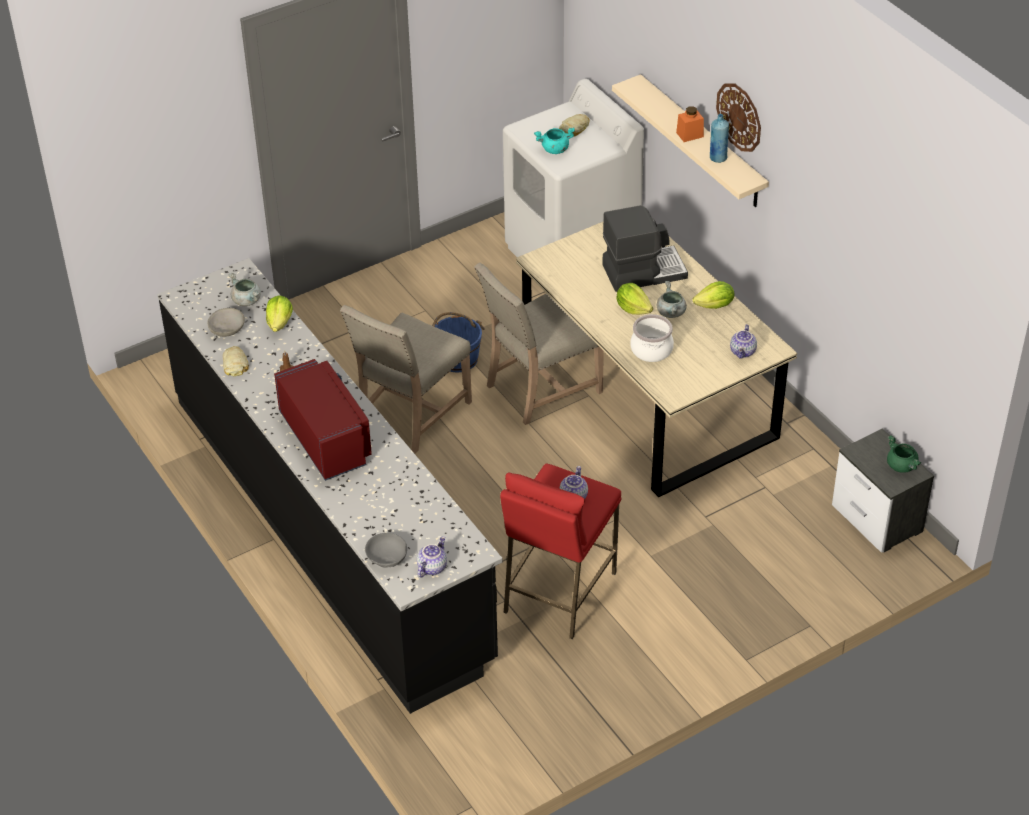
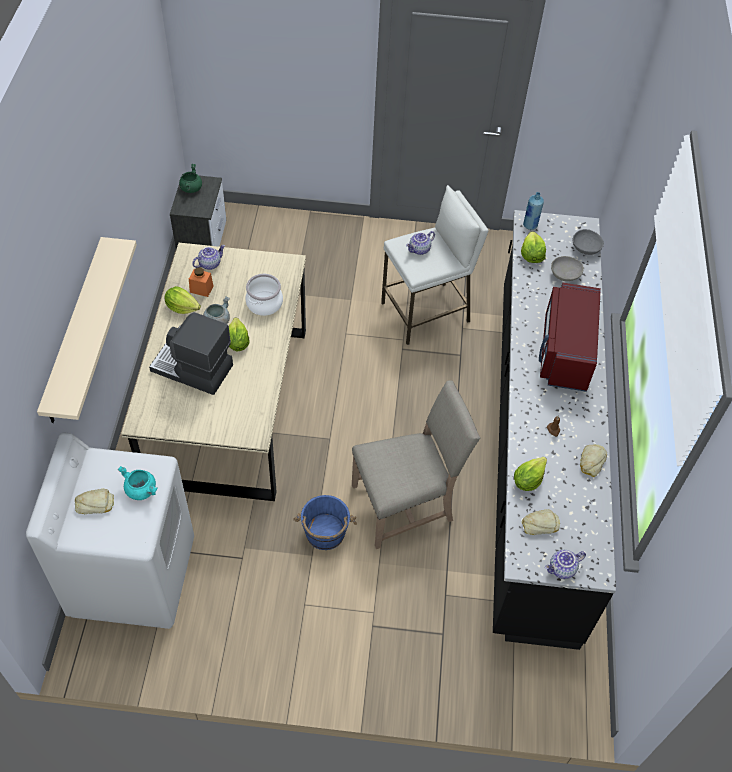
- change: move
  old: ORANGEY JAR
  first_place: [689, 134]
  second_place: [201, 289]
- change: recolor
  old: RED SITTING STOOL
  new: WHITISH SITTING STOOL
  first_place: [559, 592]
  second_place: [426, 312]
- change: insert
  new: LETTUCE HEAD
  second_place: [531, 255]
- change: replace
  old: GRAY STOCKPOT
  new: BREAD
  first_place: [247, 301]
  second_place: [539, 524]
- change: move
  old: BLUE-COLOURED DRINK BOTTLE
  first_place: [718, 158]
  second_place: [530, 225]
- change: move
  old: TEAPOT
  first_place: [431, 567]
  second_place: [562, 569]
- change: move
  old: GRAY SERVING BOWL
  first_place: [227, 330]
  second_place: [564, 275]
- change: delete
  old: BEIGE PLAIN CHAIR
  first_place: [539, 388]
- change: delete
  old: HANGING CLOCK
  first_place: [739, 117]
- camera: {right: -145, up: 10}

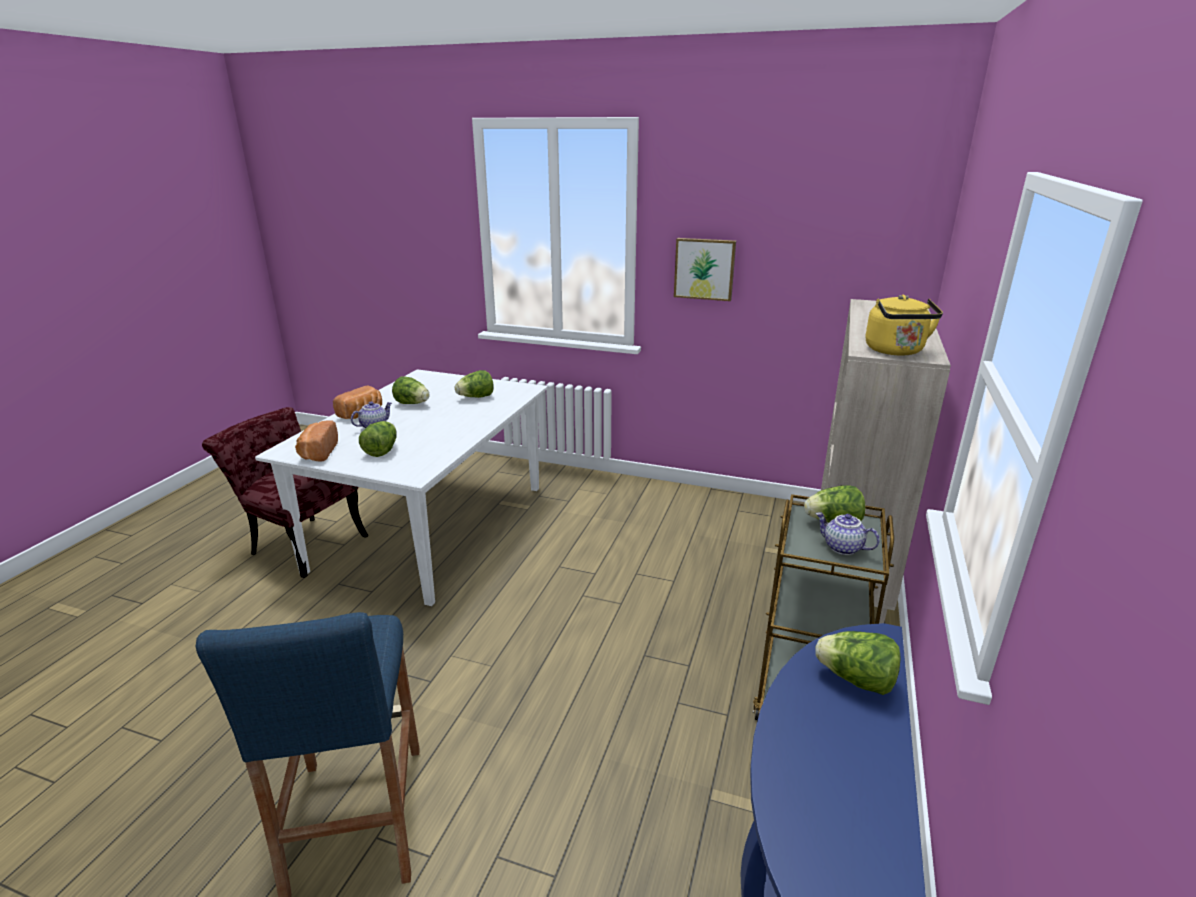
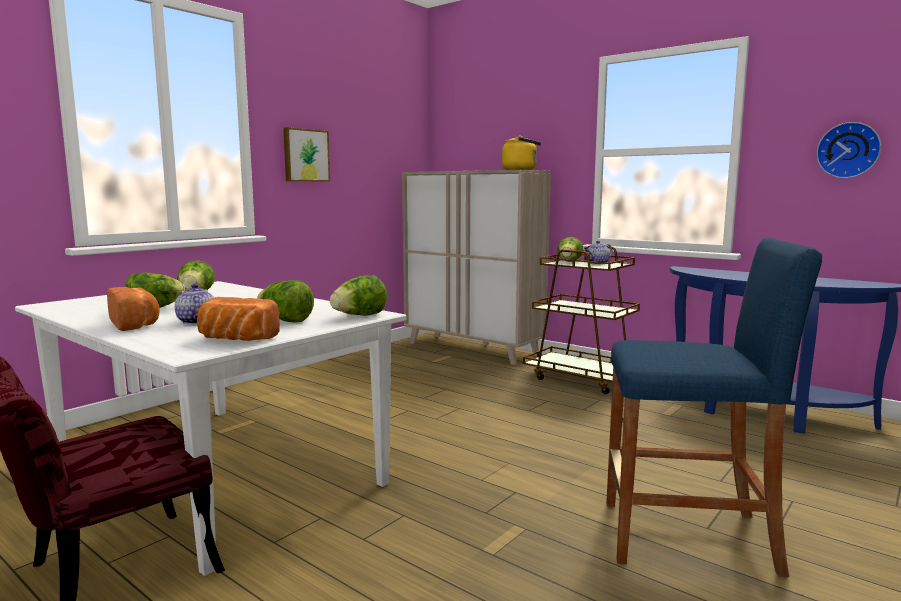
- change: move
  old: LETTUCE HEAD
  first_place: [856, 680]
  second_place: [359, 316]
- change: insert
  new: HANGING CLOCK
  second_place: [848, 150]
- camera: {right: -70, up: -15}

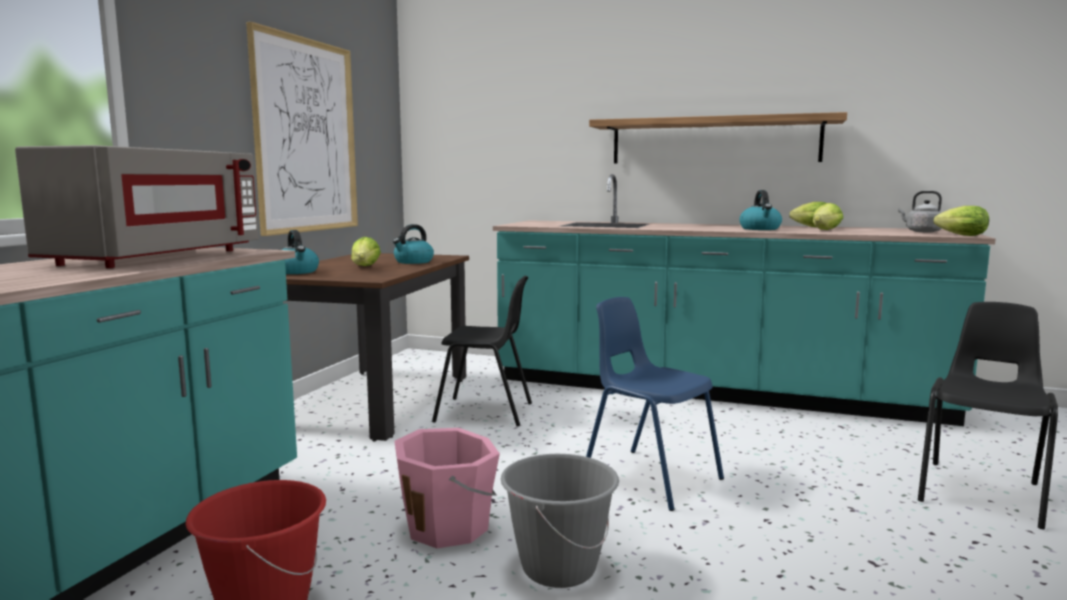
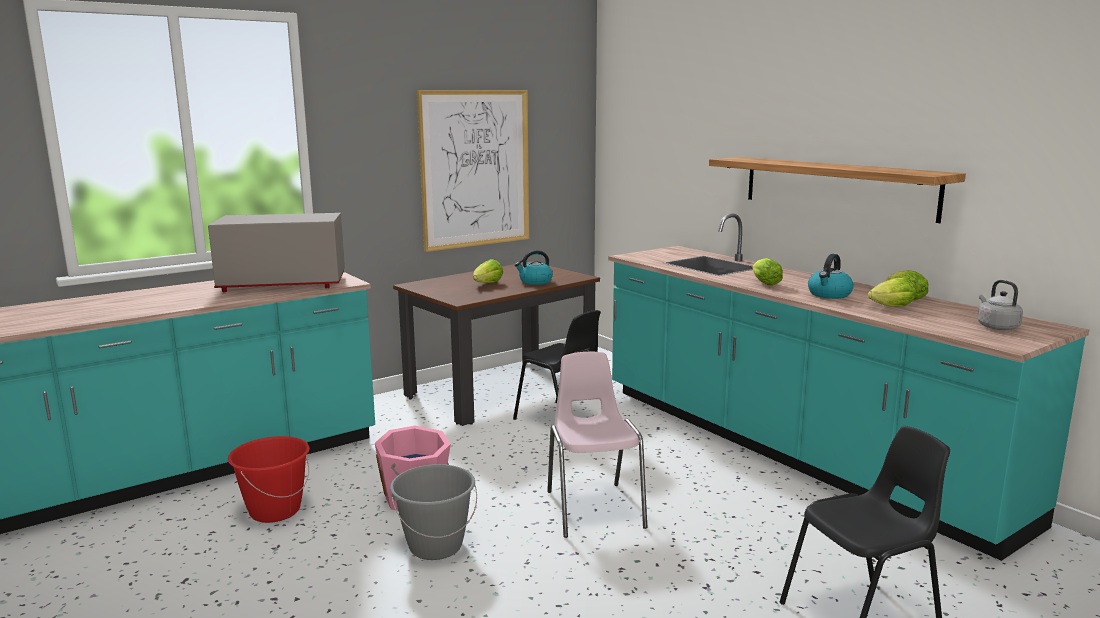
- change: rotate
  old: GRAY MICROWAVE OVEN
  first_place: [155, 258]
  second_place: [282, 284]
  degrees: -150
- change: recolor
  old: BLUE-COLOURED PLAIN CHAIR
  new: PINK-COLOURED PLAIN CHAIR
  first_place: [650, 477]
  second_place: [594, 508]
- change: move
  old: LETTUCE HEAD
  first_place: [958, 235]
  second_place: [764, 283]
- change: delete
  old: KETTLE
  first_place: [297, 272]
- camera: {right: 35, up: 5}

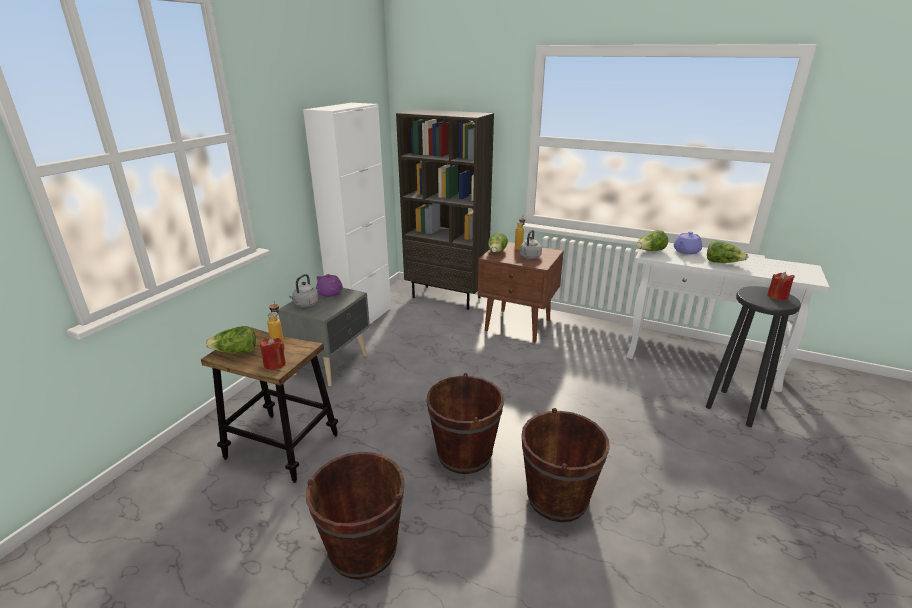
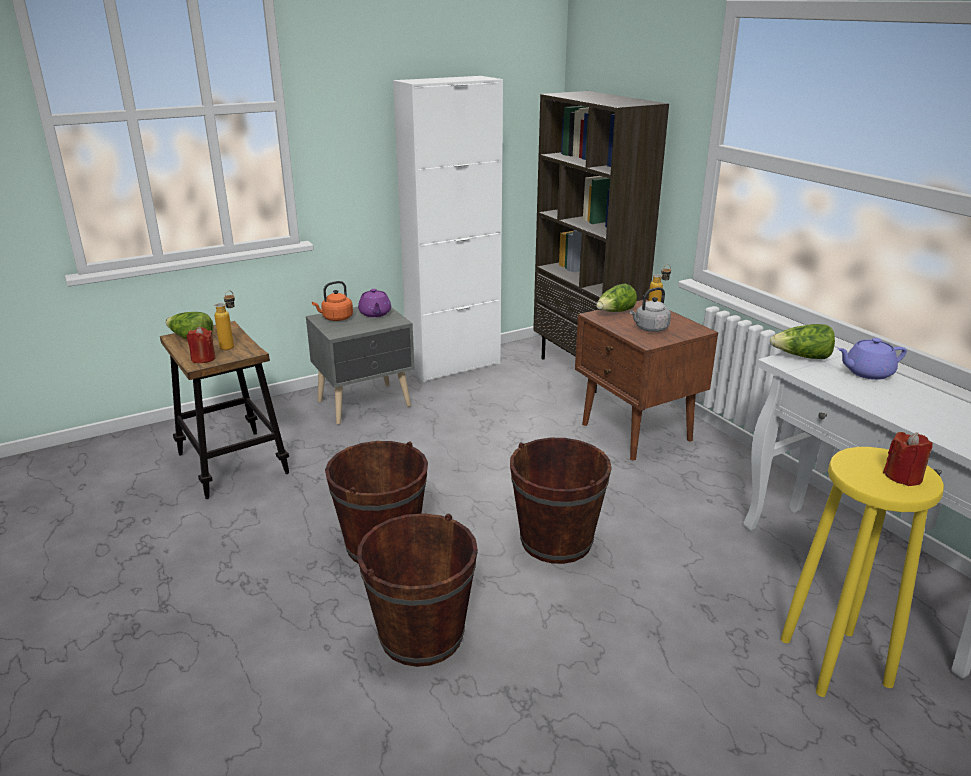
- change: recolor
  old: GRAY KETTLE
  new: ORANGEY KETTLE
  first_place: [305, 304]
  second_place: [336, 318]
- change: move
  old: BROWN BUCKET
  first_place: [363, 549]
  second_place: [556, 541]
- change: recolor
  old: BLACK SITTING STOOL
  new: YELLOW SITTING STOOL
  first_place: [734, 407]
  second_place: [834, 660]
- change: delete
  old: LETTUCE HEAD
  first_place: [722, 262]
- camera: {right: 35, up: 0}

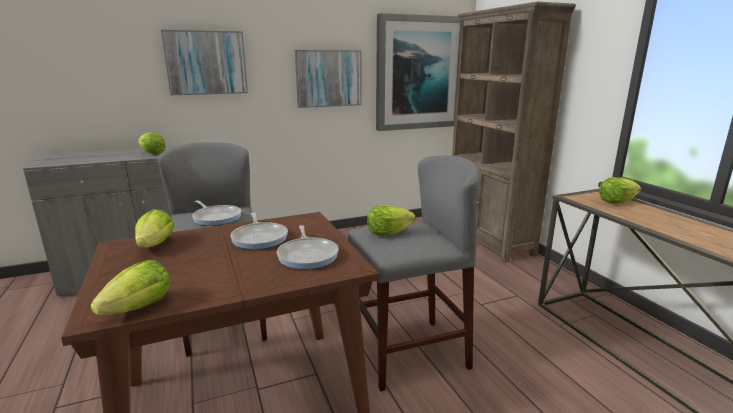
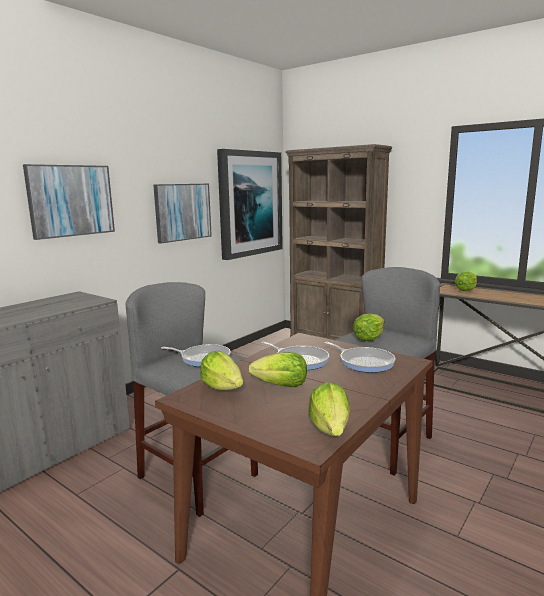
- change: move
  old: LETTUCE HEAD
  first_place: [152, 153]
  second_place: [281, 386]
- camera: {right: -30, up: -5}

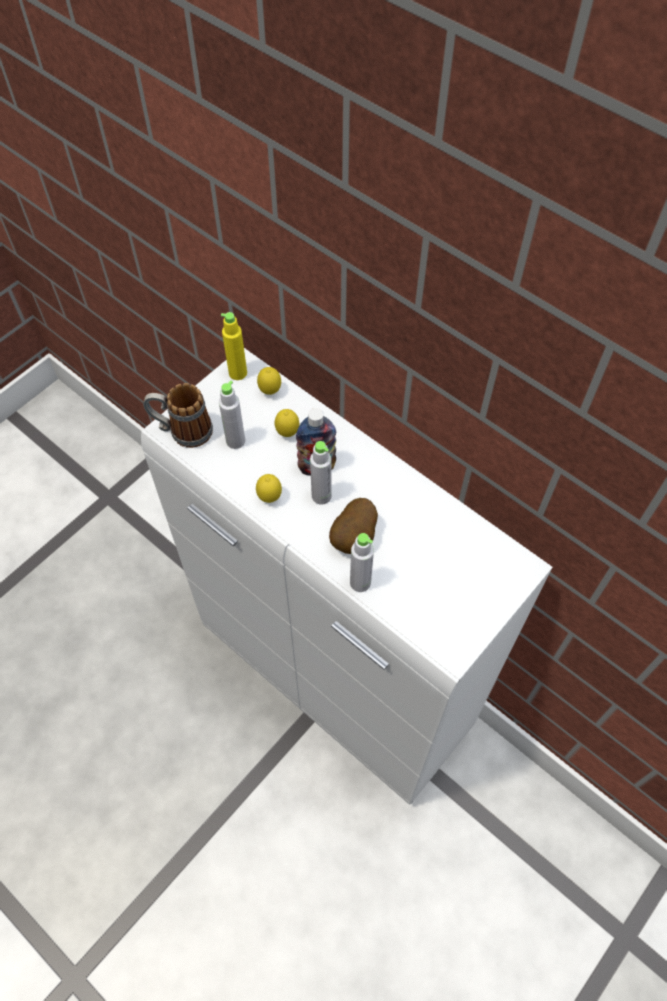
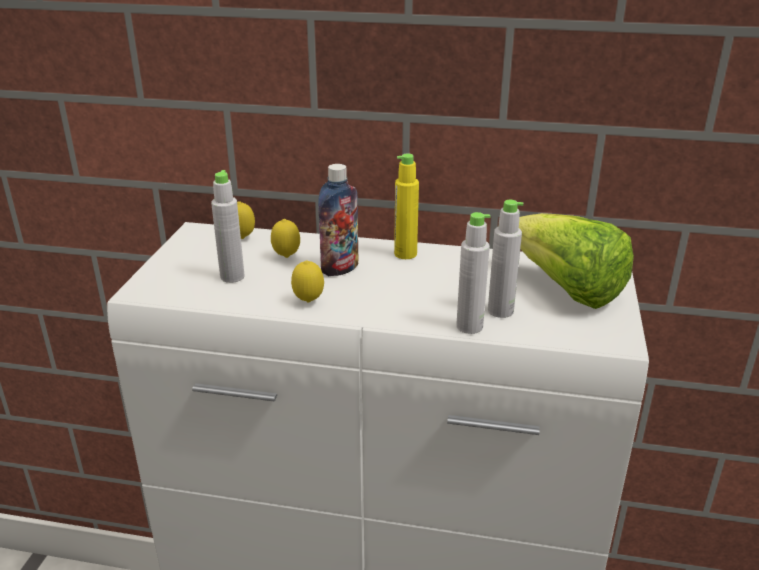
- change: move
  old: YELLOW DRINK BOTTLE
  first_place: [238, 373]
  second_place: [405, 254]
- change: move
  old: GRAY DRINK BOTTLE
  first_place: [321, 496]
  second_place: [500, 311]
- change: insert
  new: LETTUCE HEAD
  second_place: [565, 290]
- change: delete
  old: TEA MUG
  first_place: [182, 431]
- change: delete
  old: SPUD
  first_place: [354, 538]
- camera: {right: -30, up: -30}

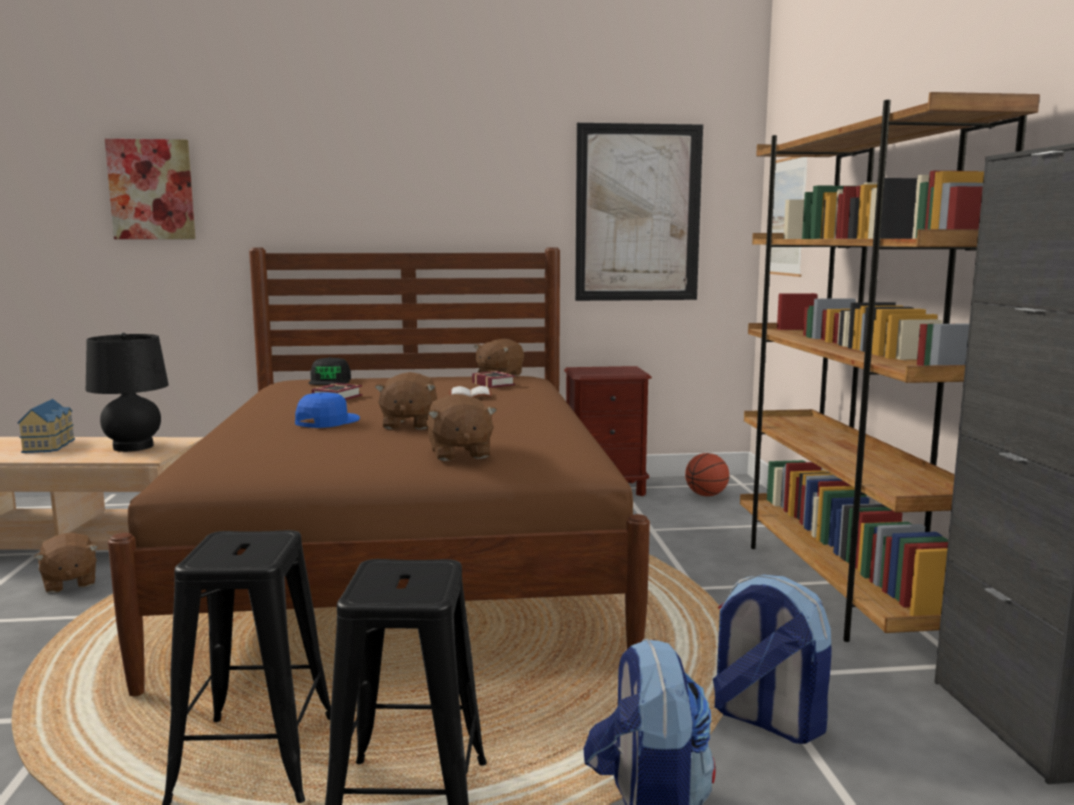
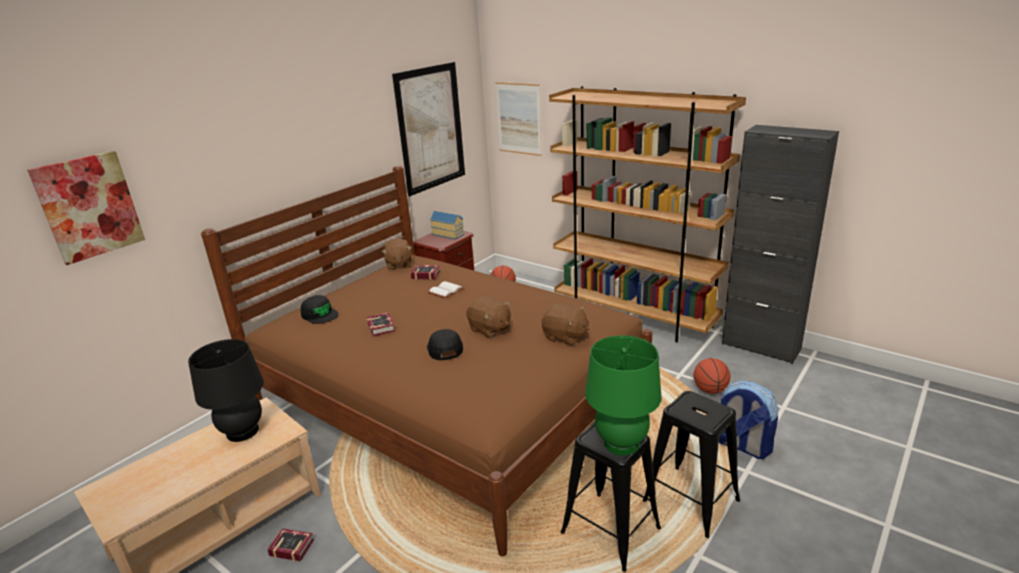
- change: replace
  old: BROWN CUDDLY TOY
  new: VOLUME
  first_place: [69, 583]
  second_place: [291, 546]
- change: recolor
  old: BLUE-COLOURED PEAKED CAP
  new: BLACK PEAKED CAP
  first_place: [327, 421]
  second_place: [444, 349]
- change: move
  old: MODEL HOUSE
  first_place: [51, 445]
  second_place: [448, 234]
- change: insert
  new: GREEN-COLOURED LAMP FOR A TABLE
  second_place: [621, 443]
- change: replace
  old: RUCKSACK
  new: BASKETBALL
  first_place: [765, 720]
  second_place: [710, 390]
- camera: {right: -45, up: 15}

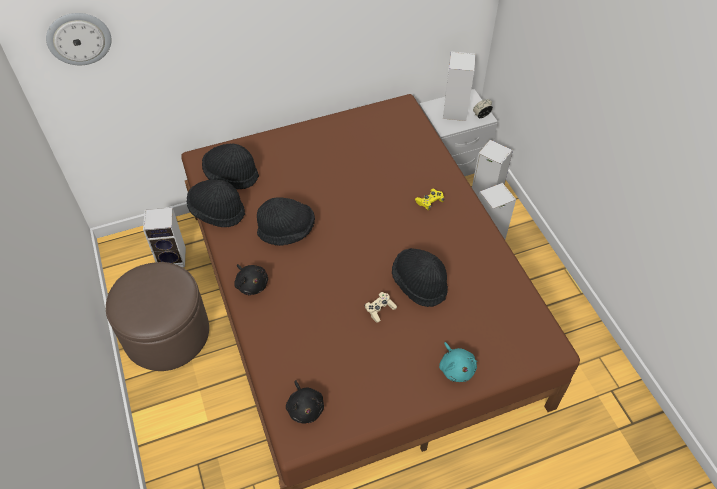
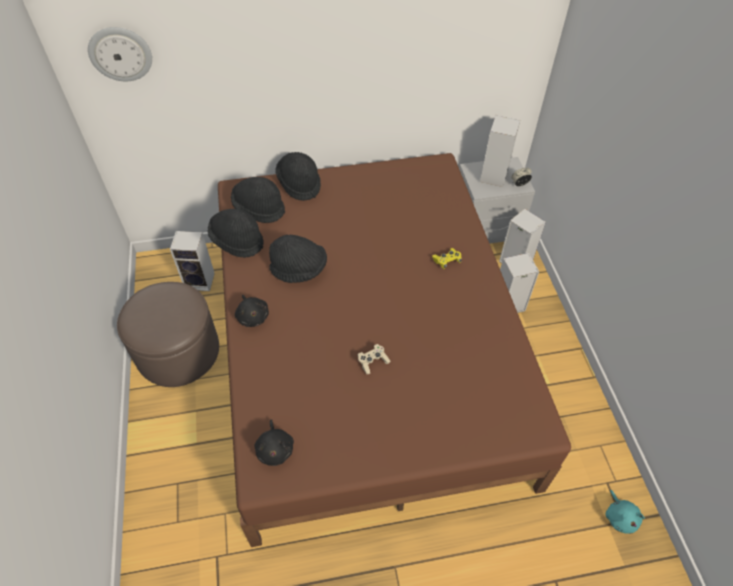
- change: move
  old: BLACK HAT
  first_place: [419, 284]
  second_place: [299, 184]
- change: move
  old: BLUE-GREEN CUDDLY TOY
  first_place: [456, 368]
  second_place: [620, 517]
- camera: {right: 10, up: 0}

